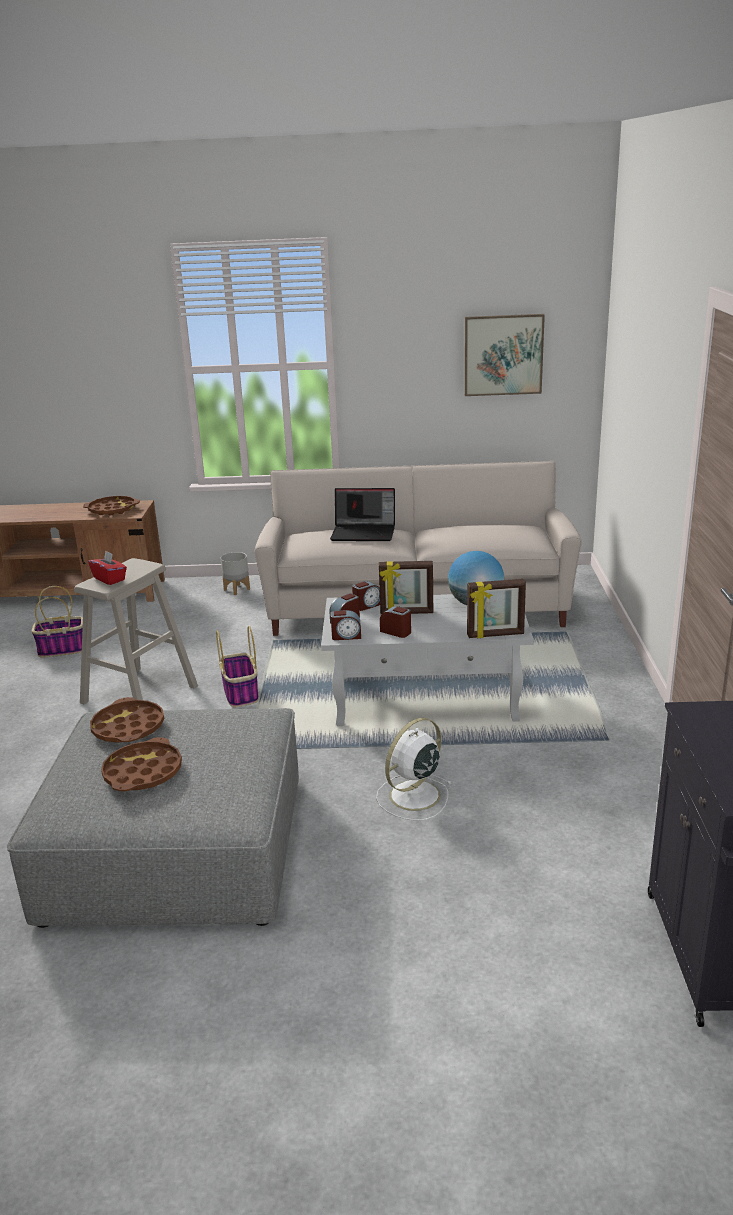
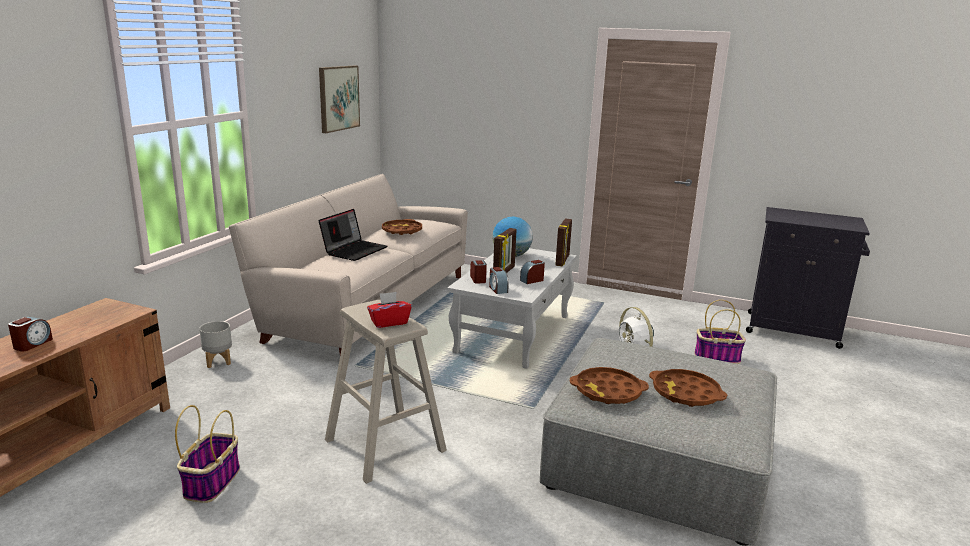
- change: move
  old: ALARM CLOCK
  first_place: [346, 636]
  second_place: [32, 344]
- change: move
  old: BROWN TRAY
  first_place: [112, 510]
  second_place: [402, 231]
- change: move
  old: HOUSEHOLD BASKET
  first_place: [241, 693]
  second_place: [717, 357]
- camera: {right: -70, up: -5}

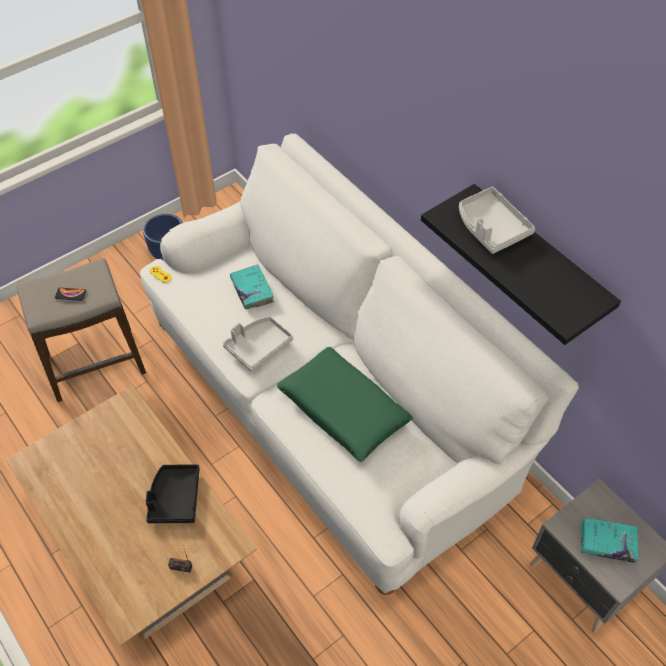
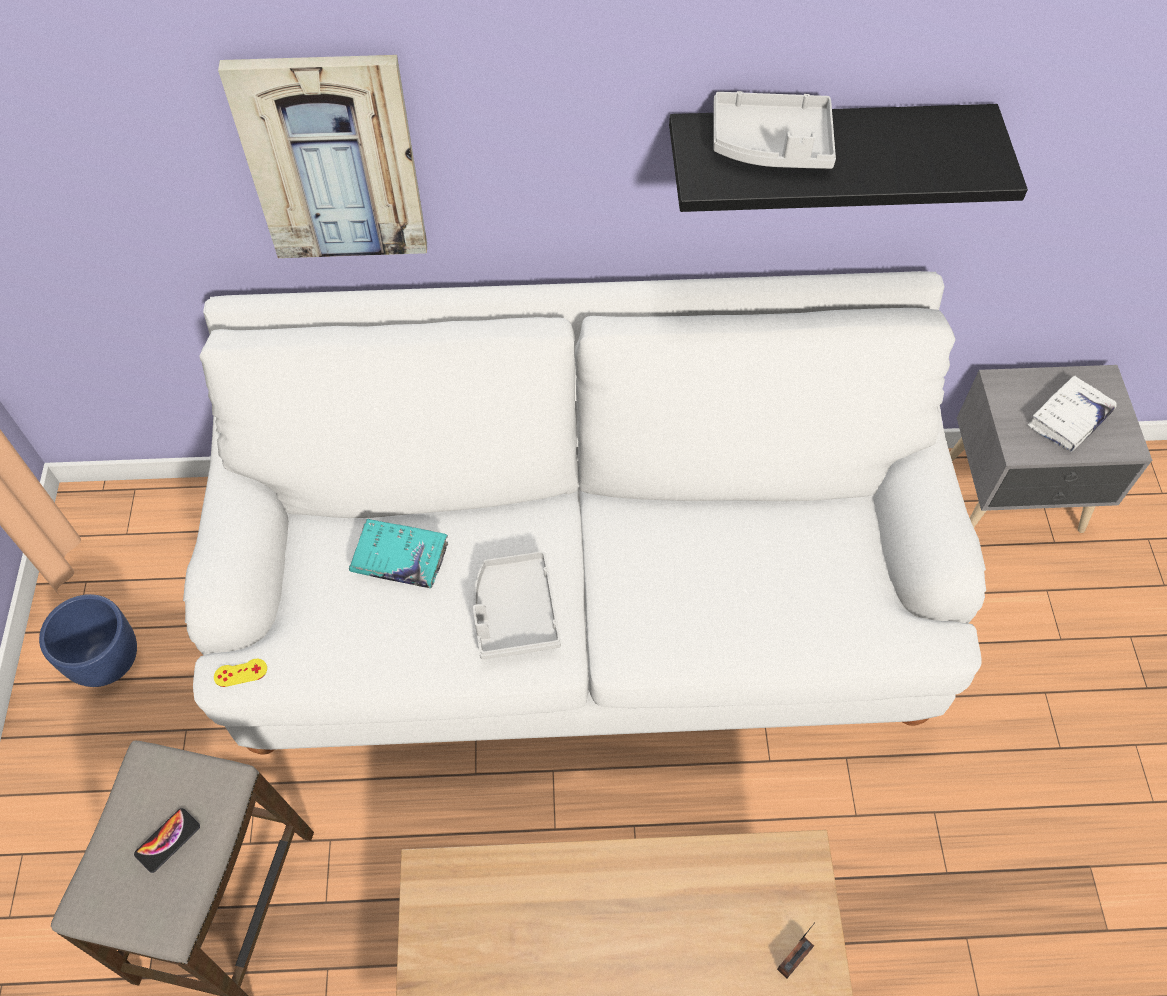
- change: insert
  new: WALL PICTURE
  second_place: [332, 160]
- change: recolor
  old: BLUE-GREEN VOLUME
  new: WHITISH VOLUME
  first_place: [607, 542]
  second_place: [1068, 419]
- change: delete
  old: BLACK TRAY
  first_place: [174, 498]
- change: delete
  old: GREEN-COLOURED PILLOW
  first_place: [343, 410]
- camera: {right: -55, up: 5}

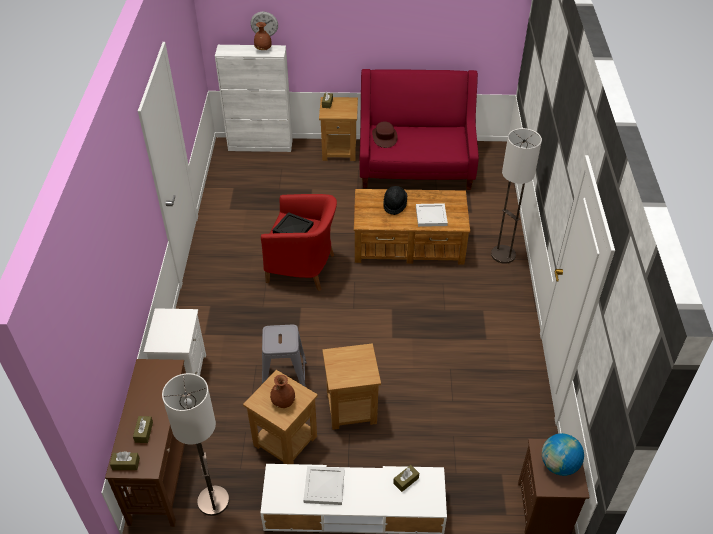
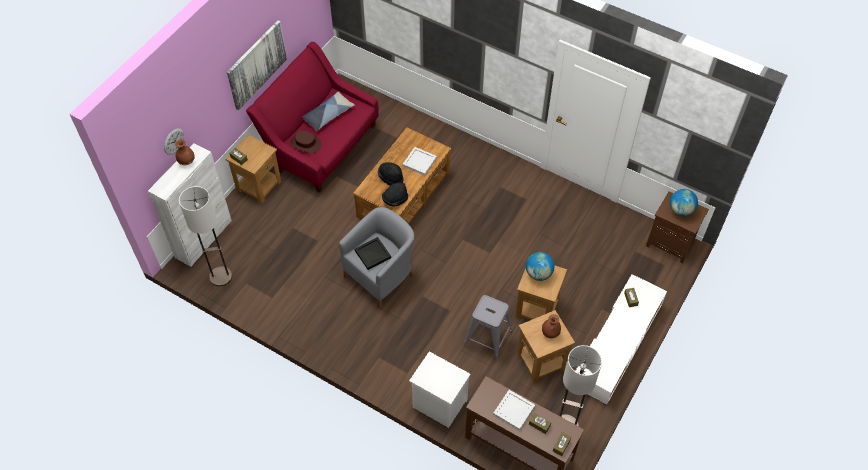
- change: move
  old: STANDARD LAMP
  first_place: [503, 255]
  second_place: [221, 276]
- change: insert
  new: WALL PICTURE
  second_place: [256, 64]
- change: insert
  new: PILLOW
  second_place: [328, 114]
- change: recolor
  old: RED EASY CHAIR
  new: GRAY EASY CHAIR
  first_place: [303, 268]
  second_place: [381, 275]
- change: insert
  new: BLACK HAT
  second_place: [395, 199]
- change: move
  old: WHITISH TRAY
  first_place: [325, 487]
  second_place: [514, 410]
- change: insert
  new: WORLD GLOBE
  second_place: [538, 273]
- camera: {right: -60, up: 10}

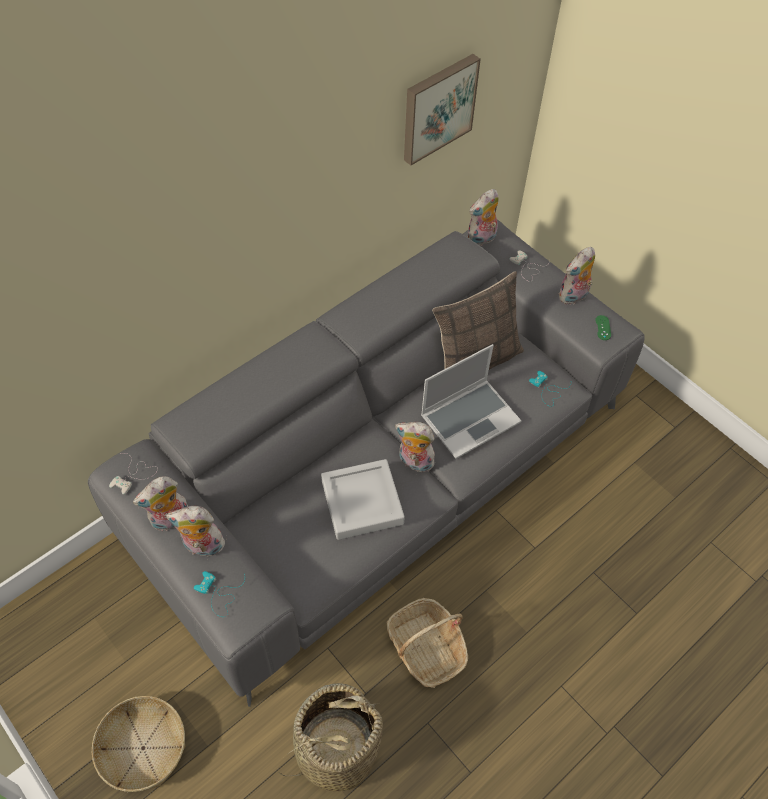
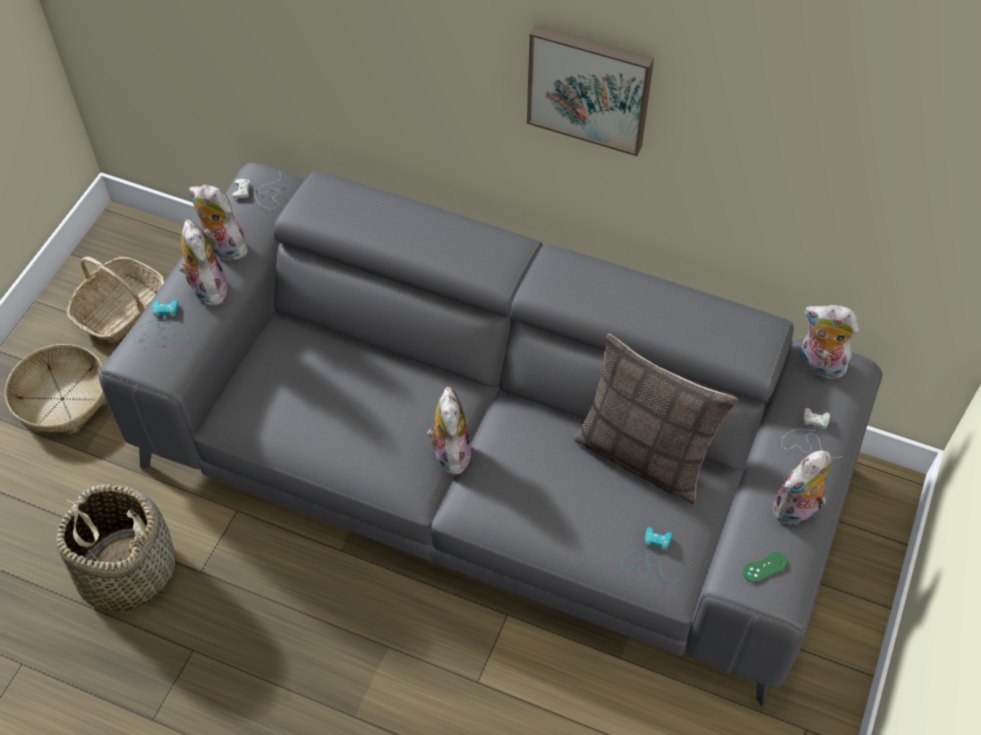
- change: move
  old: HOUSEHOLD BASKET
  first_place: [426, 647]
  second_place: [121, 310]
- change: move
  old: WALL PICTURE
  first_place: [437, 108]
  second_place: [590, 87]
- change: rotate
  old: CUDDLY TOY
  first_place: [573, 297]
  second_place: [796, 511]
  degrees: -60
- change: delete
  old: GRAY TRAY
  first_place: [362, 502]
- change: delete
  old: LAPTOP
  first_place: [470, 418]
- camera: {right: 65, up: 0}

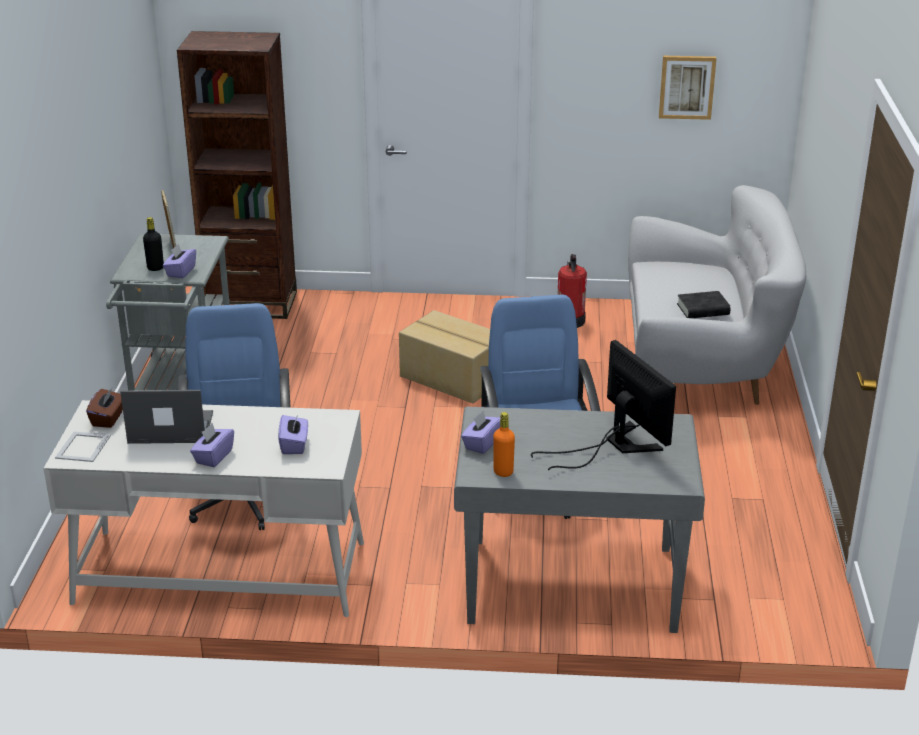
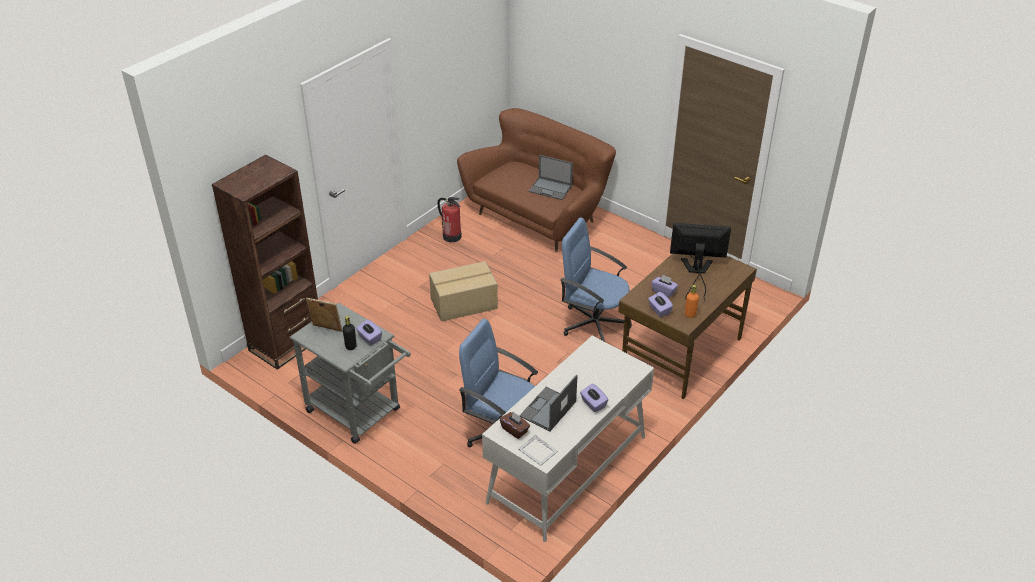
- change: recolor
  old: WHITISH SOFA
  new: BROWN SOFA
  first_place: [703, 361]
  second_place: [538, 216]
- change: replace
  old: BLACK VOLUME
  new: LAPTOP
  first_place: [703, 309]
  second_place: [551, 189]
- change: recolor
  old: GRAY DESK TABLE
  new: BROWN DESK TABLE
  first_place: [570, 583]
  second_place: [680, 352]
- change: move
  old: PURPLE TISSUE BOX
  first_place: [294, 445]
  second_place: [664, 291]
- change: delete
  old: WALL PICTURE
  first_place: [687, 87]
- camera: {right: -55, up: 10}

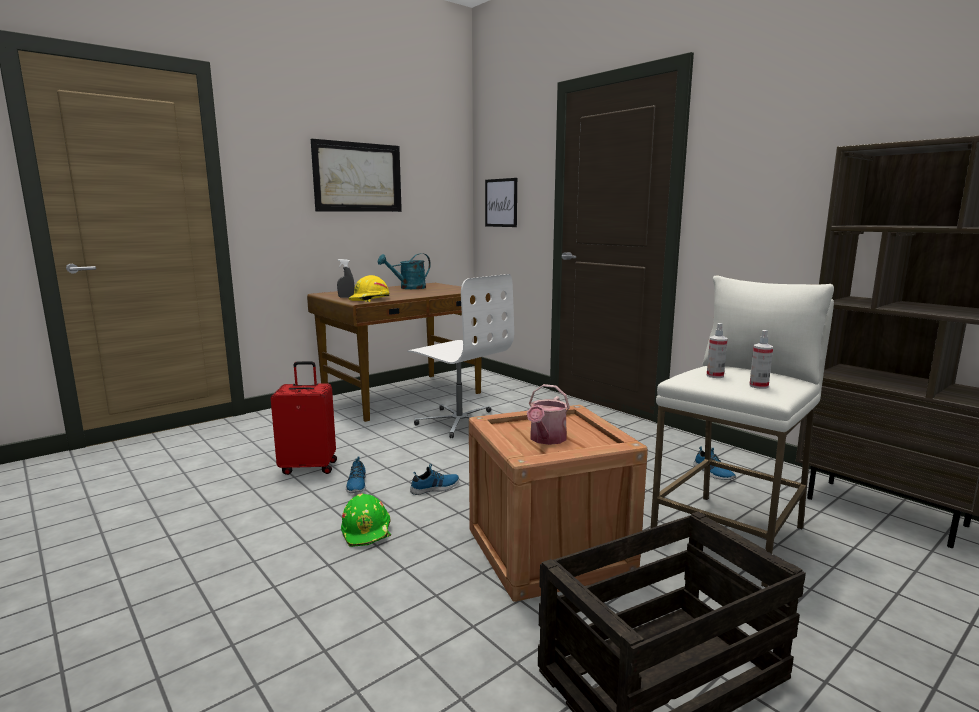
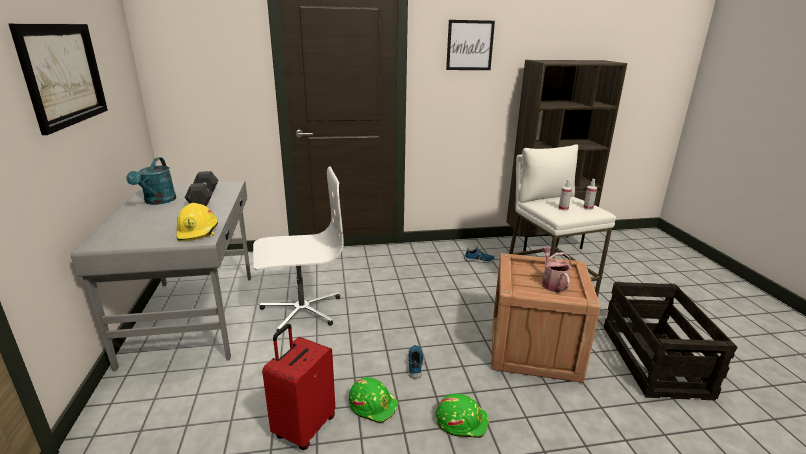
- change: recolor
  old: BROWN DESK TABLE
  new: GRAY DESK TABLE
  first_place: [404, 396]
  second_place: [195, 316]
- change: insert
  new: GRAY HAND WEIGHT
  second_place: [204, 198]
- change: replace
  old: ITEM OF FOOTWEAR
  new: GREEN-COLOURED SAFETY HELMET
  first_place: [356, 485]
  second_place: [373, 405]
- change: move
  old: WALL PICTURE
  first_place: [501, 203]
  second_place: [469, 45]
- change: rotate
  old: SPRINKLING CAN
  first_place: [546, 439]
  second_place: [552, 283]
  degrees: -150
- change: delete
  old: GRAY HAND SPRAYER
  first_place: [346, 297]
- camera: {right: -60, up: 10}

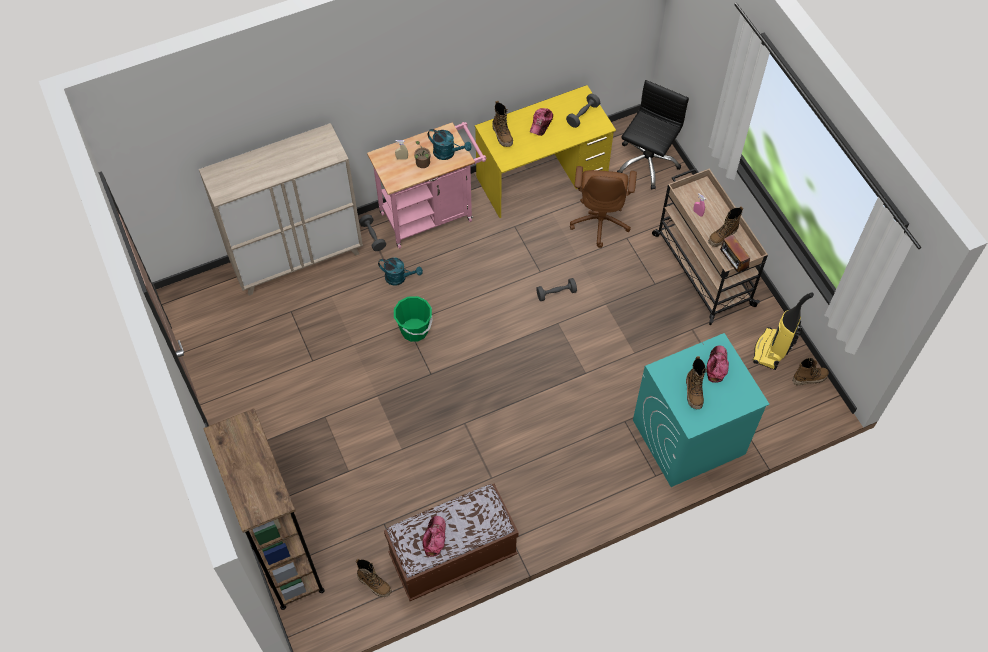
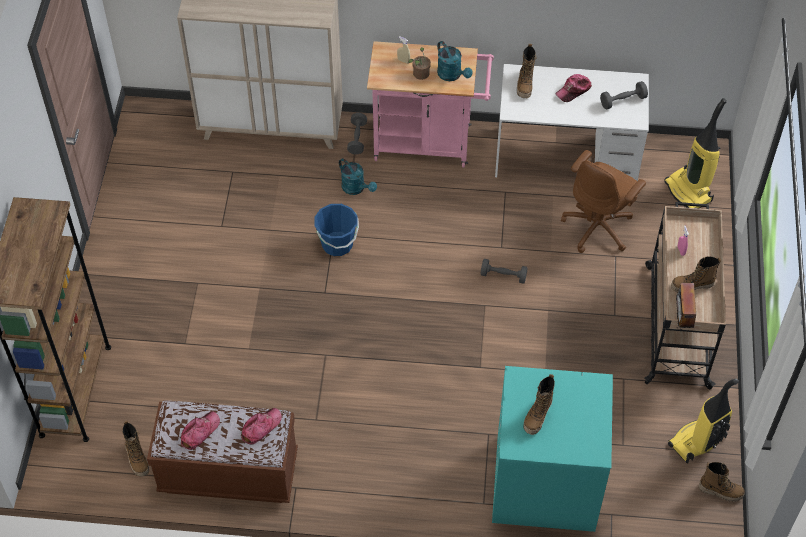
- change: move
  old: PEAKED CAP
  first_place: [717, 365]
  second_place: [261, 427]
- change: recolor
  old: GREEN-COLOURED BUCKET
  new: BLUE-COLOURED BUCKET
  first_place: [414, 330]
  second_place: [337, 244]
- change: recolor
  old: YELLOW DESK TABLE
  new: WHITISH DESK TABLE
  first_place: [542, 177]
  second_place: [566, 157]
- change: replace
  old: BLACK OFFICE CHAIR
  new: VACUUM
  first_place: [646, 162]
  second_place: [689, 191]
- camera: {right: 30, up: -5}

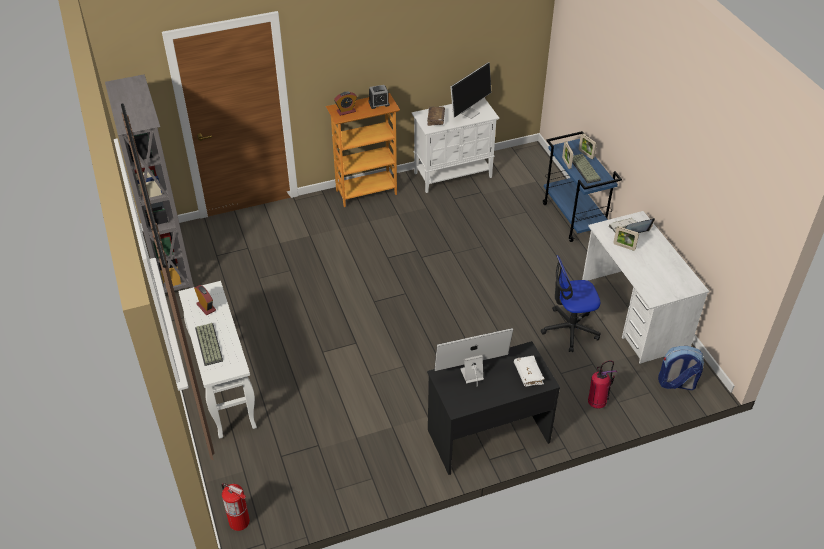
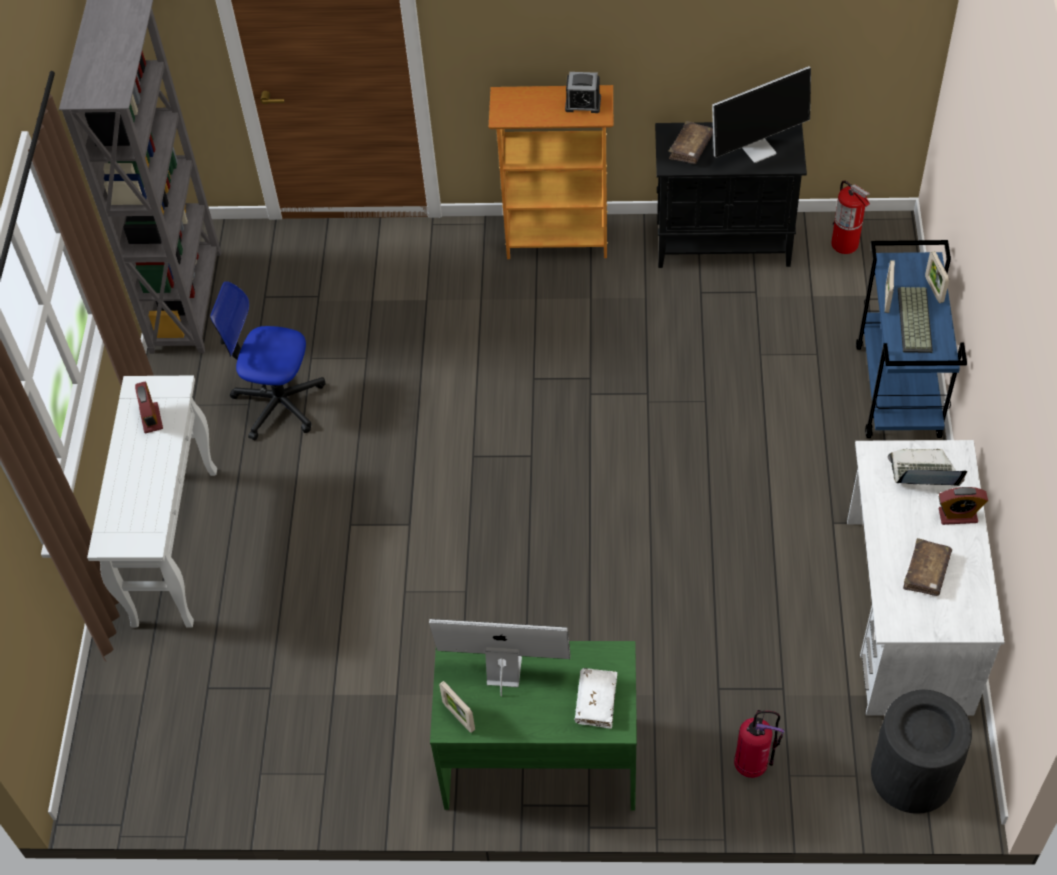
- change: move
  old: OFFICE CHAIR
  first_place: [570, 329]
  second_place: [278, 402]
- change: recolor
  old: BLACK DESK TABLE
  new: GREEN-COLOURED DESK TABLE
  first_place: [487, 435]
  second_place: [539, 761]
- change: move
  old: STANDING FRAME
  first_place: [624, 246]
  second_place: [459, 717]
- change: recolor
  old: WHITISH STORAGE CABINET
  new: BLACK STORAGE CABINET
  first_place: [453, 175]
  second_place: [724, 243]
- change: move
  old: FIRE-FIGHTING CYLINDER
  first_place: [239, 521]
  second_place: [845, 244]
- change: replace
  old: RUCKSACK
  new: BLACK WASTE BIN
  first_place: [676, 383]
  second_place: [912, 775]
- change: insert
  new: BROWN VOLUME
  second_place: [926, 572]
- change: move
  old: ALARM CLOCK
  first_place: [346, 111]
  second_place: [958, 515]
- change: delete
  old: COMPUTER KEYBOARD
  first_place: [210, 344]
- camera: {right: 25, up: 10}

